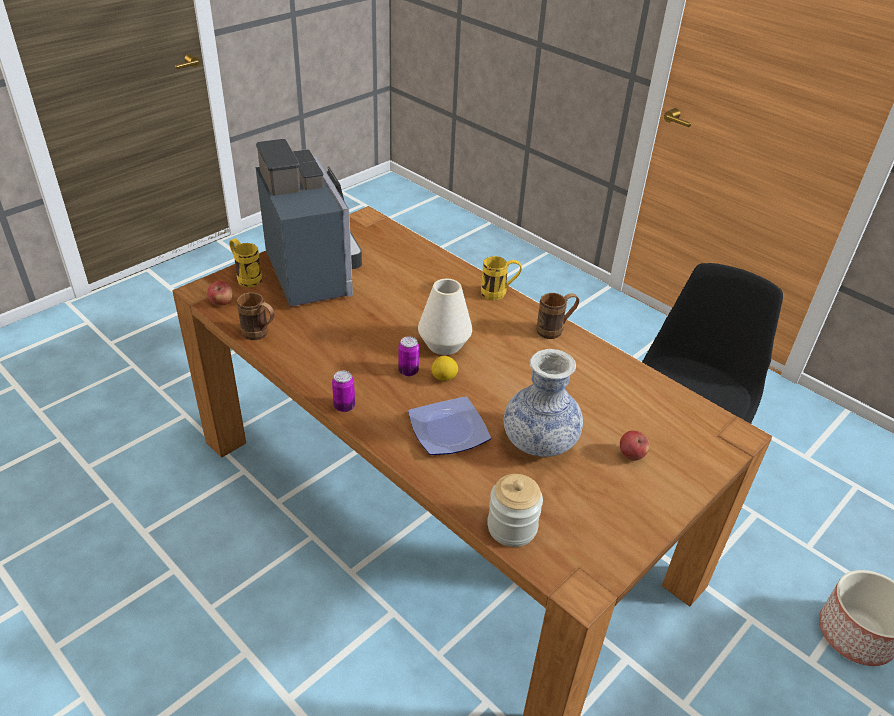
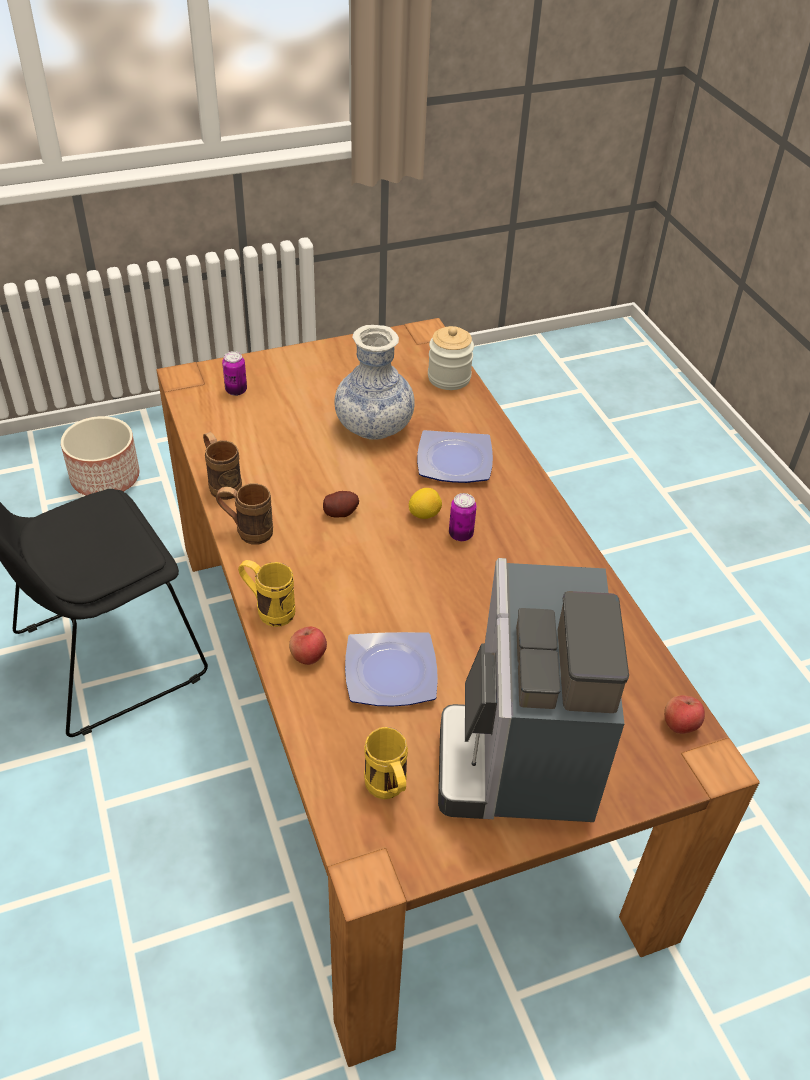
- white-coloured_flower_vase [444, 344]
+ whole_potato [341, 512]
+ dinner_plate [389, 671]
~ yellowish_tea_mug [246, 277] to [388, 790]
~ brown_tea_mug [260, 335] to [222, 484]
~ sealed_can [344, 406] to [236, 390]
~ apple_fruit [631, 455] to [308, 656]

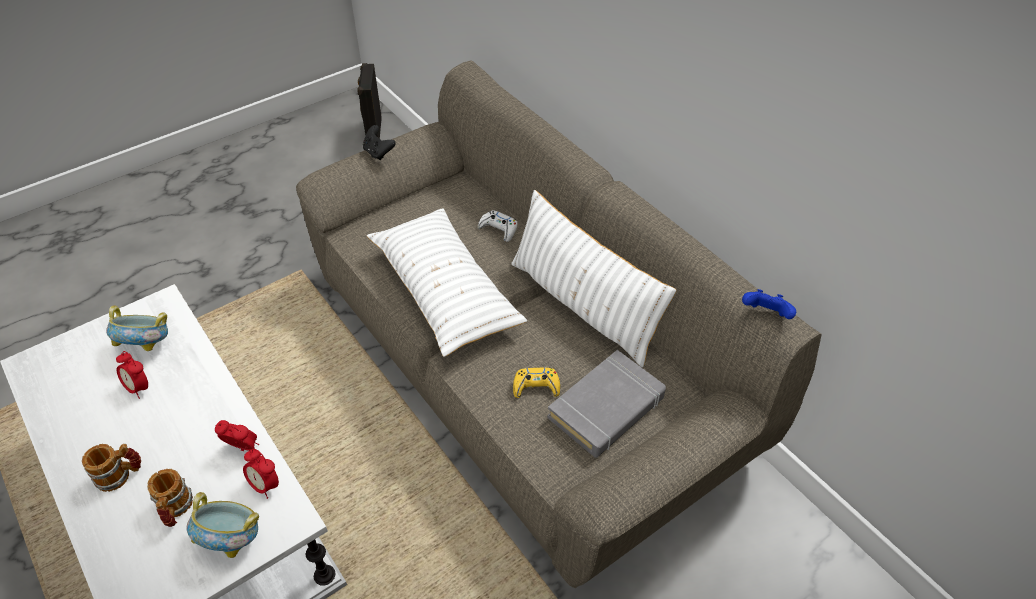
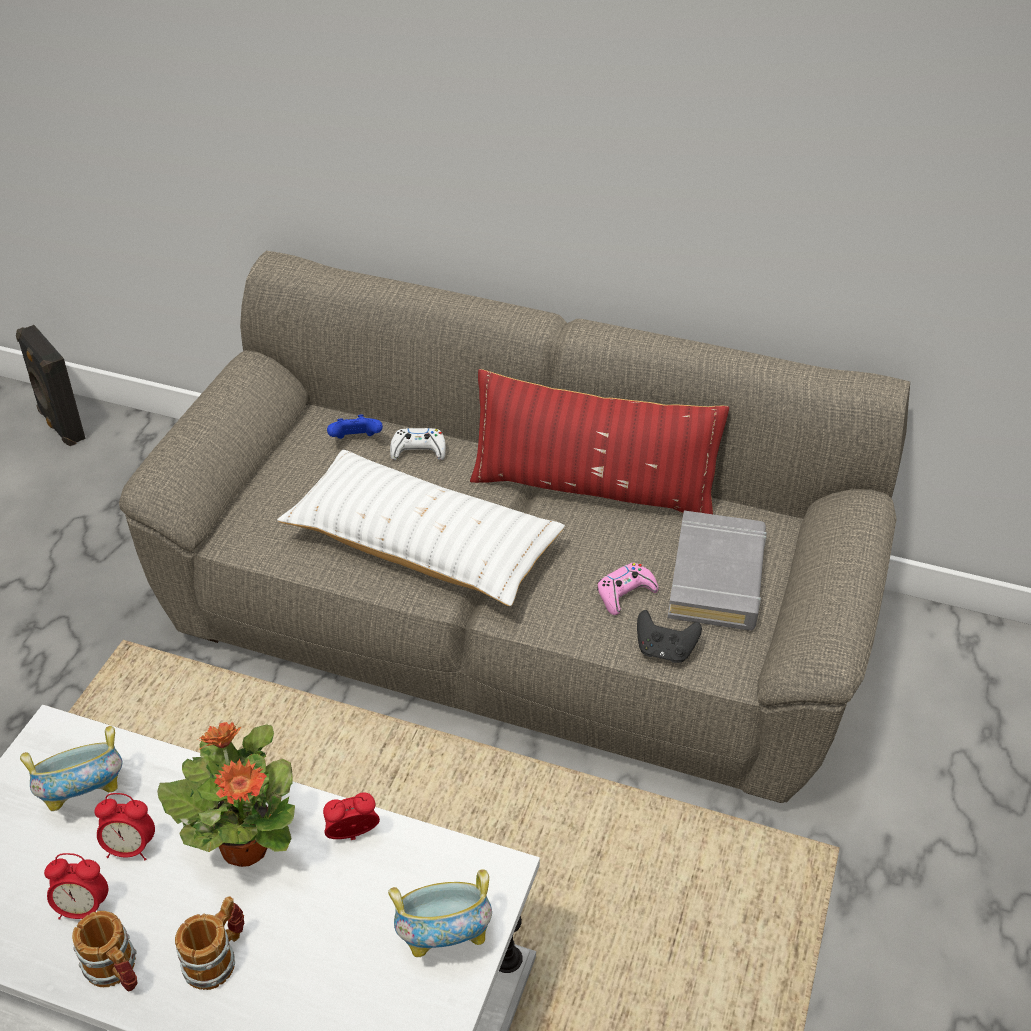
+ houseplant [245, 845]
~ tea_mug [175, 510] to [116, 972]
~ bedside_clock [265, 485] to [83, 909]
~ black_gamepad [378, 152] to [664, 651]
~ bluish_gamepad [765, 315] to [356, 441]
~ white-coloured_cushion [583, 305] to reddish_cushion [592, 489]
~ yellowish_gamepad [536, 386] to pink-coloured_gamepad [625, 593]

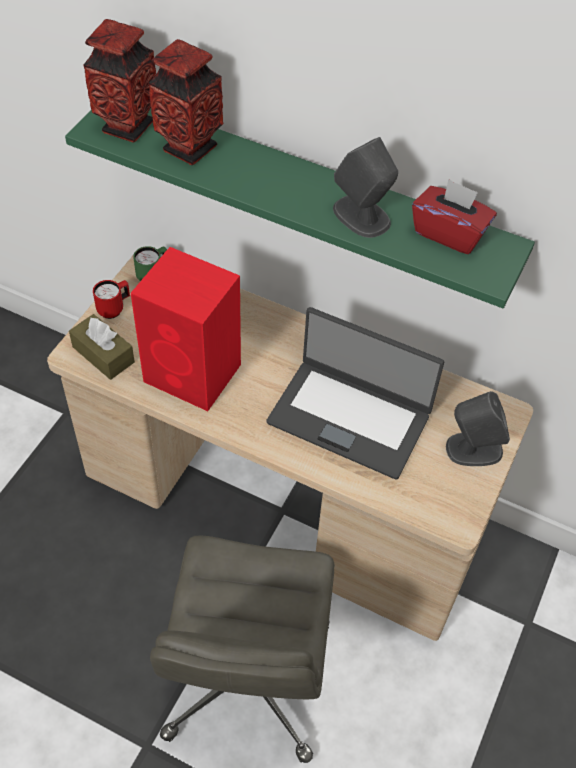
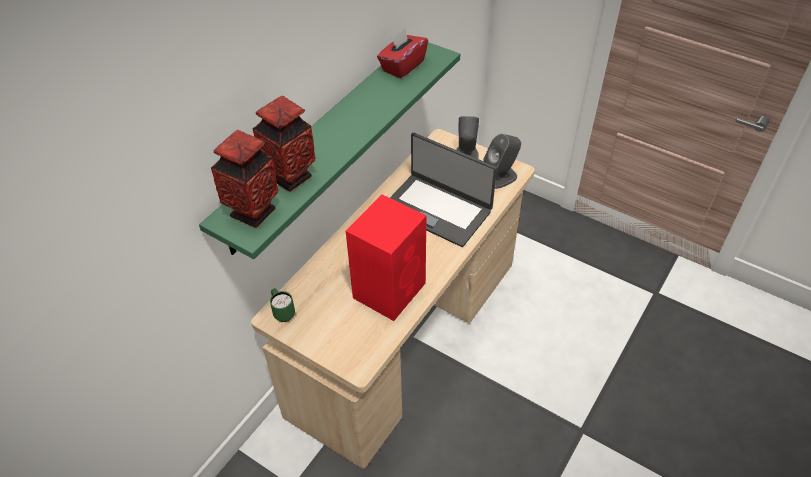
- brown_box_of_tissues [103, 354]
- reddish_tea_mug [114, 308]
- gray_office_chair [247, 681]
~ gray_audio_speaker [362, 216] to [500, 177]
~ notebook_computer [349, 417] = [437, 209] 90 degrees clockwise

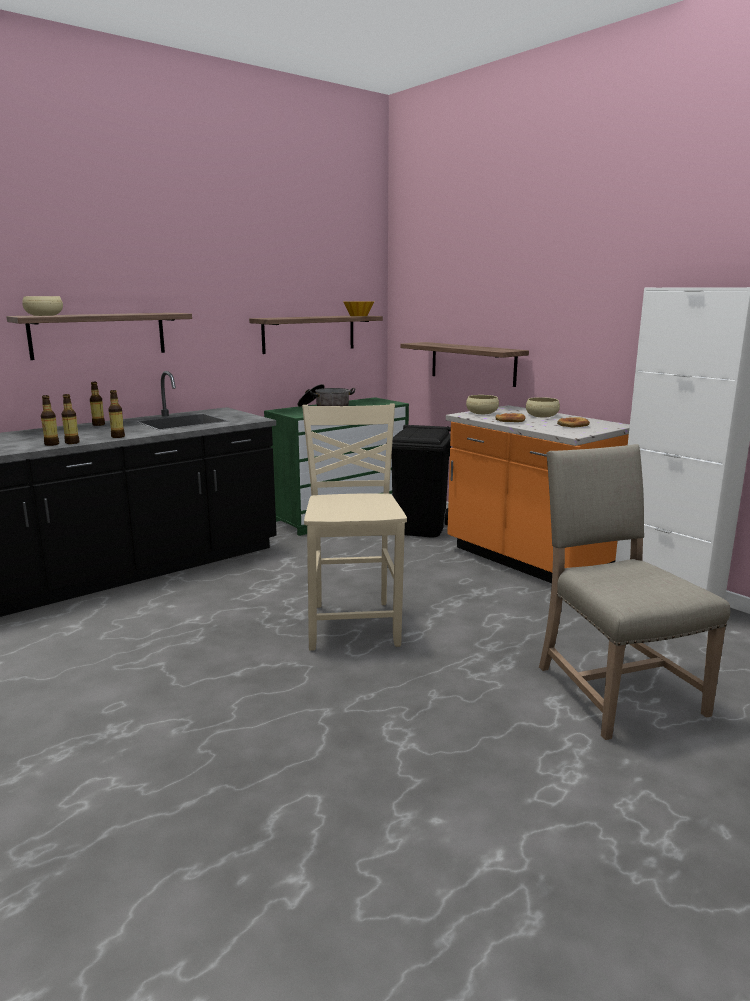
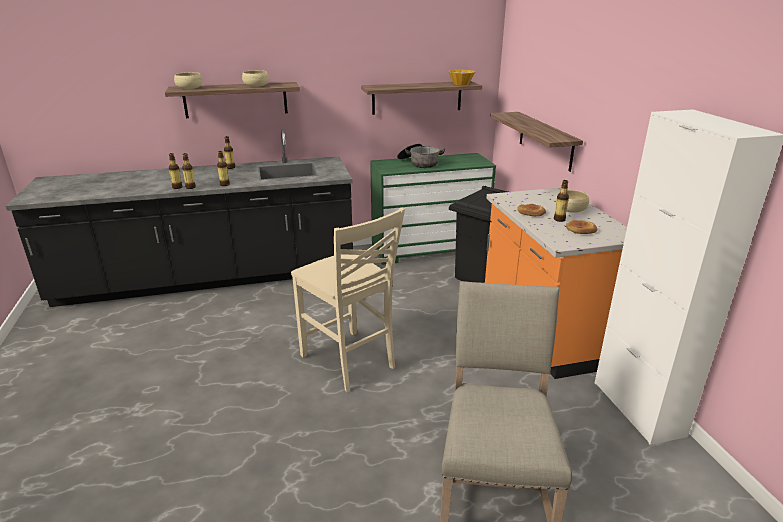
+ bottle [559, 219]
~ beige-coloured_bowl [482, 413] to [256, 85]
~ beige-coloured_upright_chair [354, 624] = [349, 362] 120 degrees clockwise

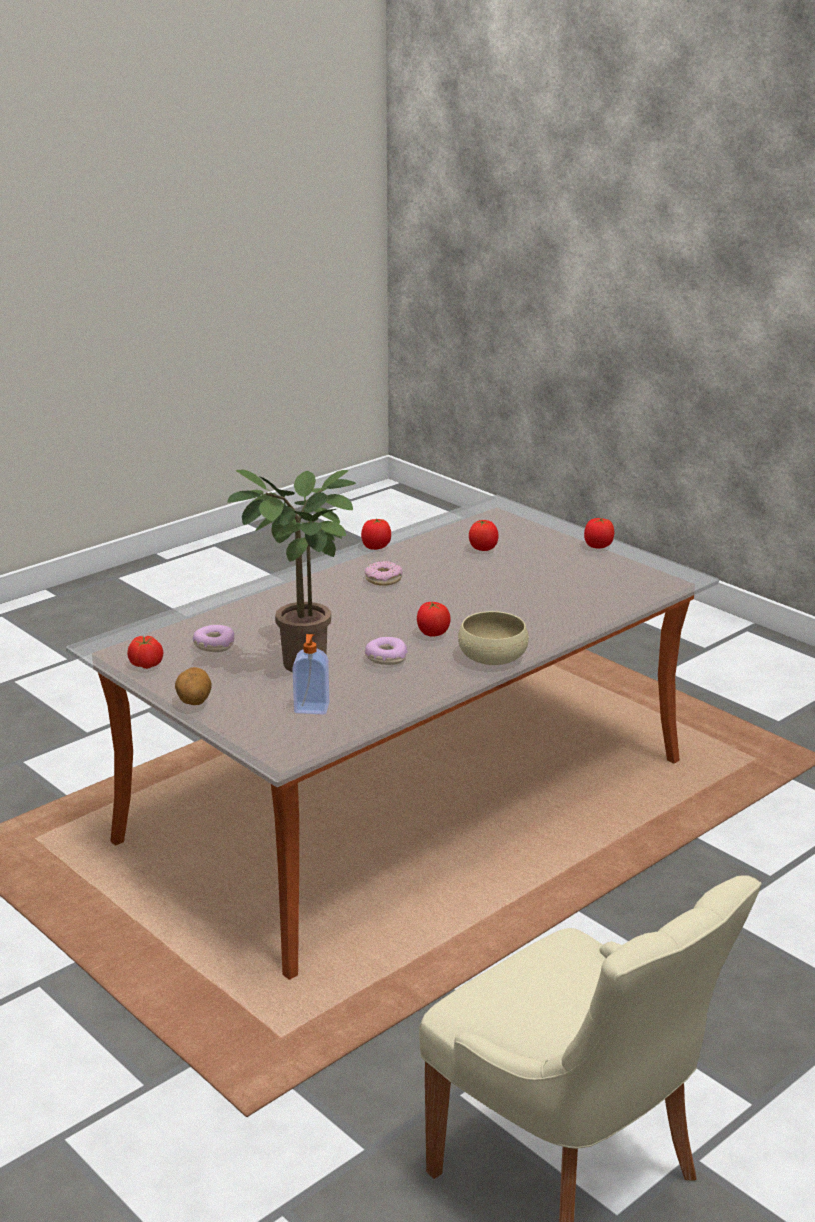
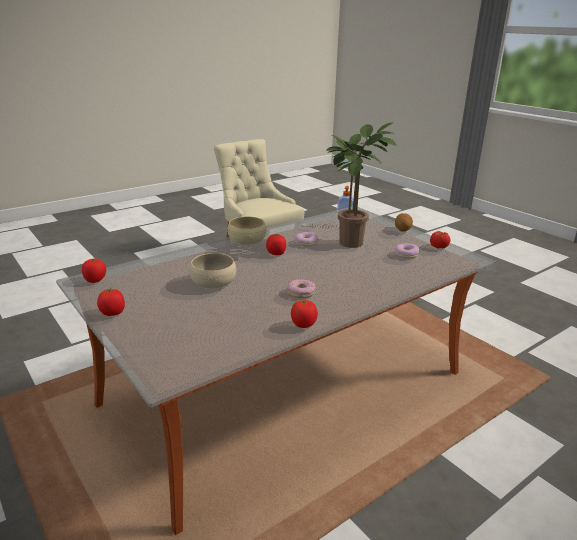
+ beige-coloured_bowl [213, 282]
~ fresh_tomato [483, 549] to [95, 280]

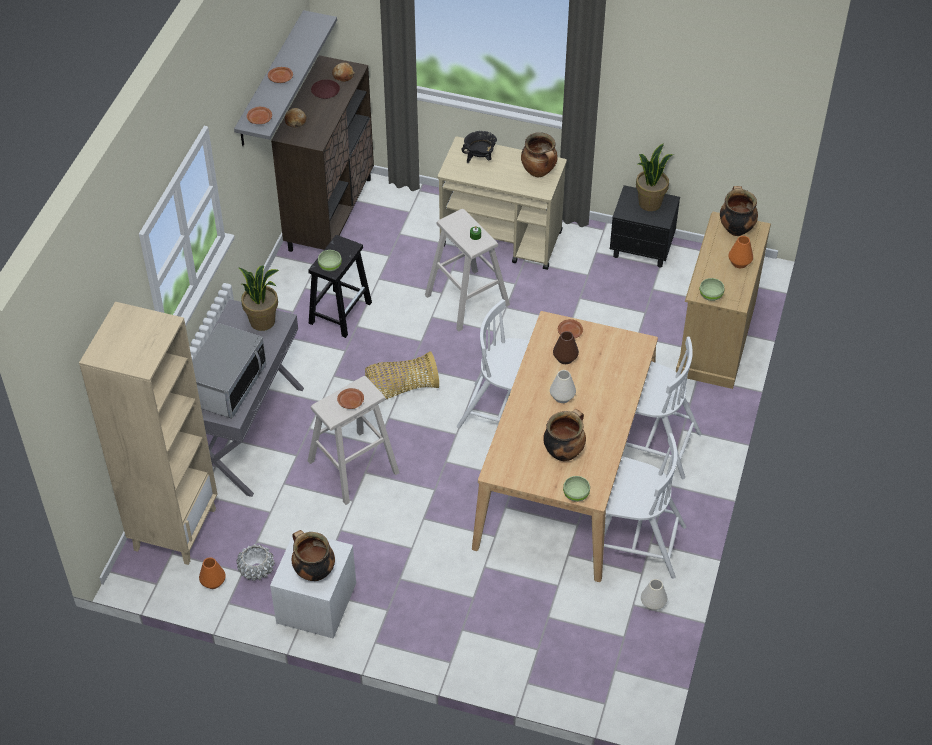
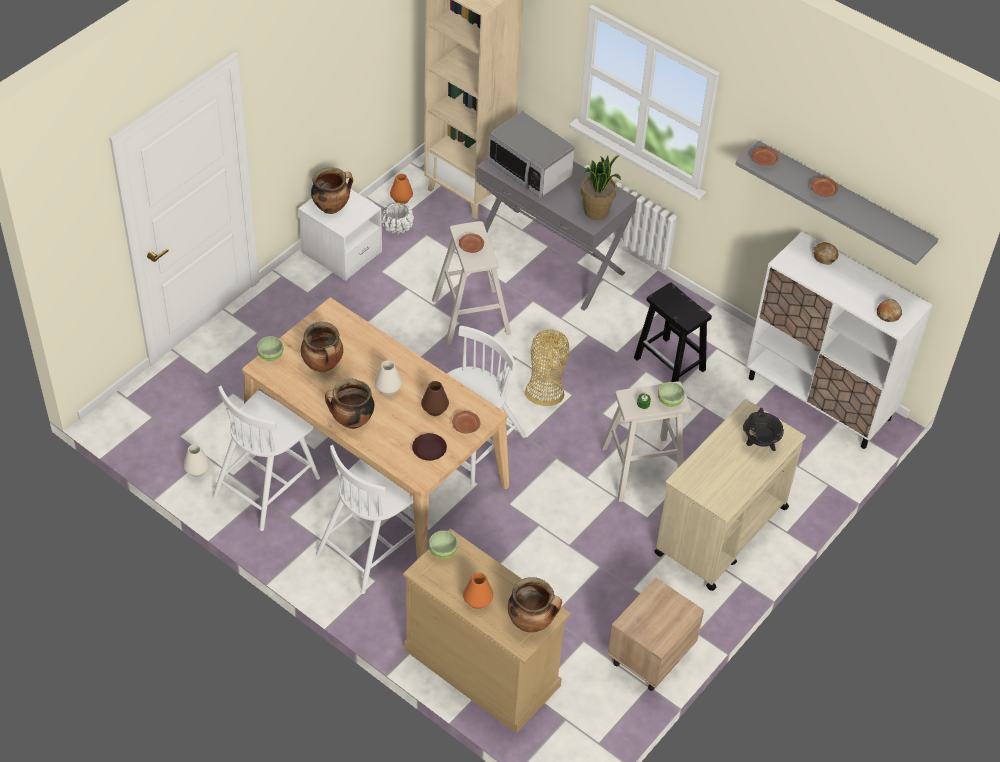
- houseplant [649, 203]
~ brown_dinner_plate [325, 91] to [429, 450]
~ green_bowl [330, 267] to [670, 401]
~ cooking_pot [539, 172] to [351, 421]
~ brown_storage_cabinet [330, 213] to white-coloured_storage_cabinet [819, 398]
~ black_bedside_table [642, 249] to beige-coloured_bedside_table [649, 657]

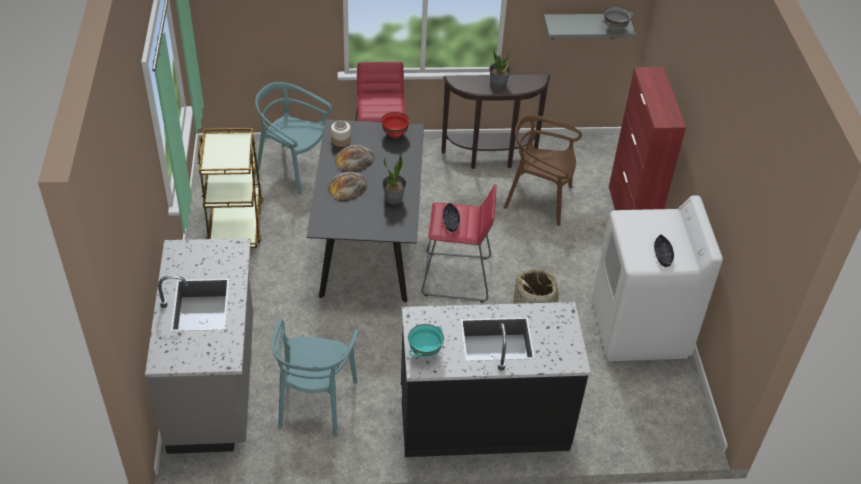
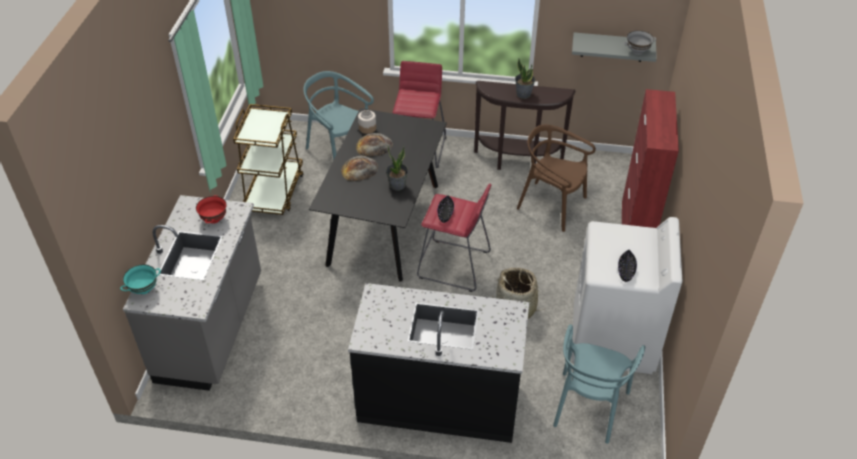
~ turquoise-coloured_upright_chair [315, 402] to [588, 407]
~ reddish_bowl [395, 134] to [214, 219]
~ turquoise-coloured_bowl [424, 351] to [144, 289]

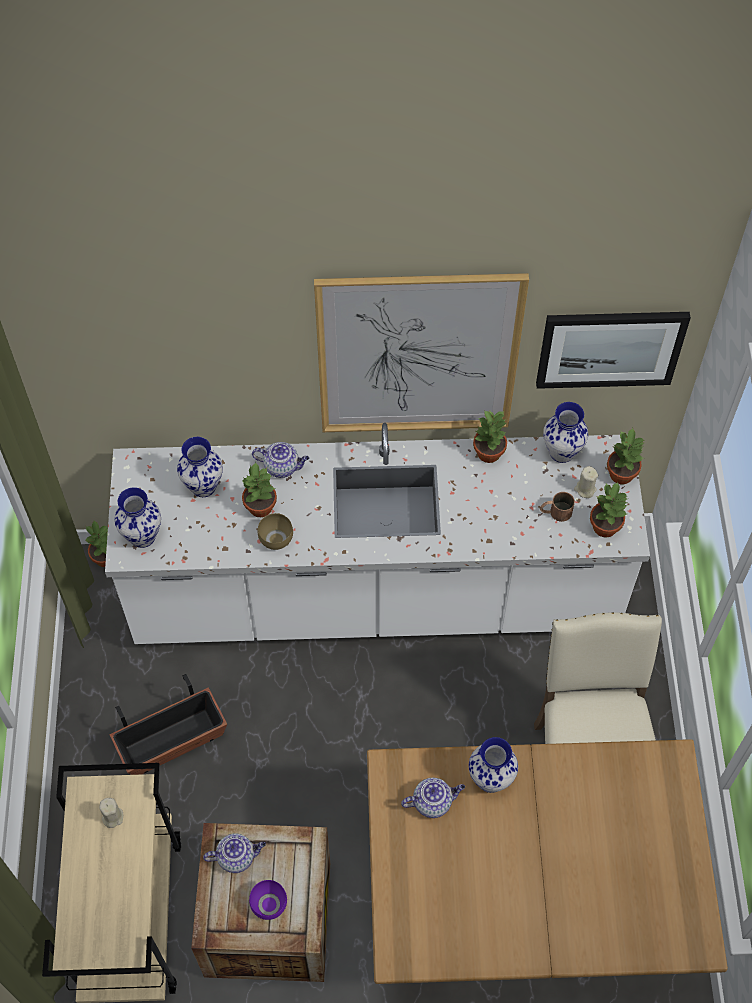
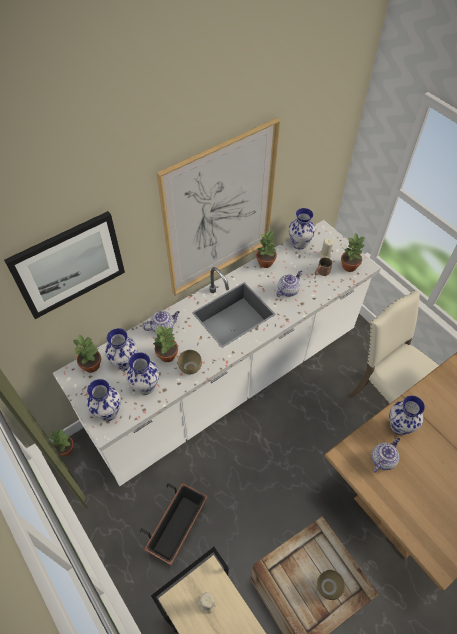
+ flower_vase [145, 387]
~ pot_for_tea [237, 857] to [288, 290]
~ wall_picture [610, 348] to [69, 265]
~ houseplant [622, 474] to [92, 365]
~ purple-coloured_bowl [270, 904] to brown_bowl [329, 585]

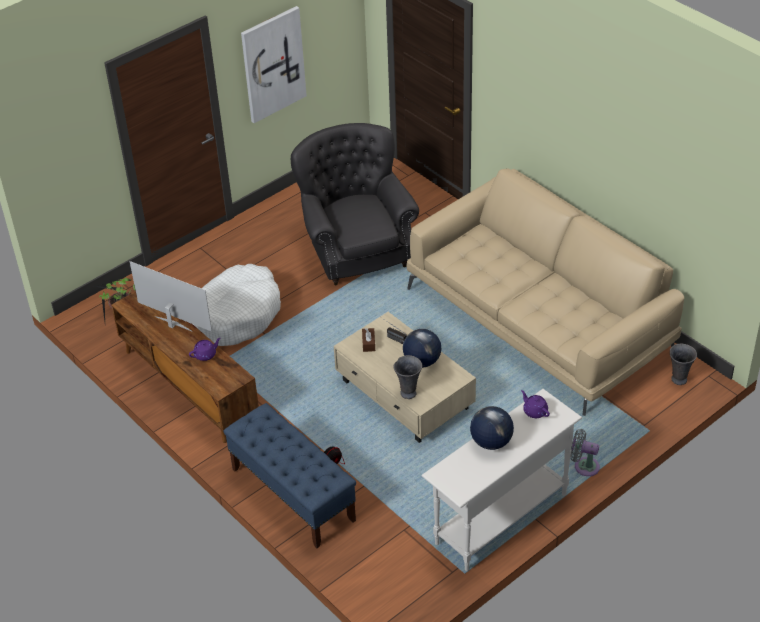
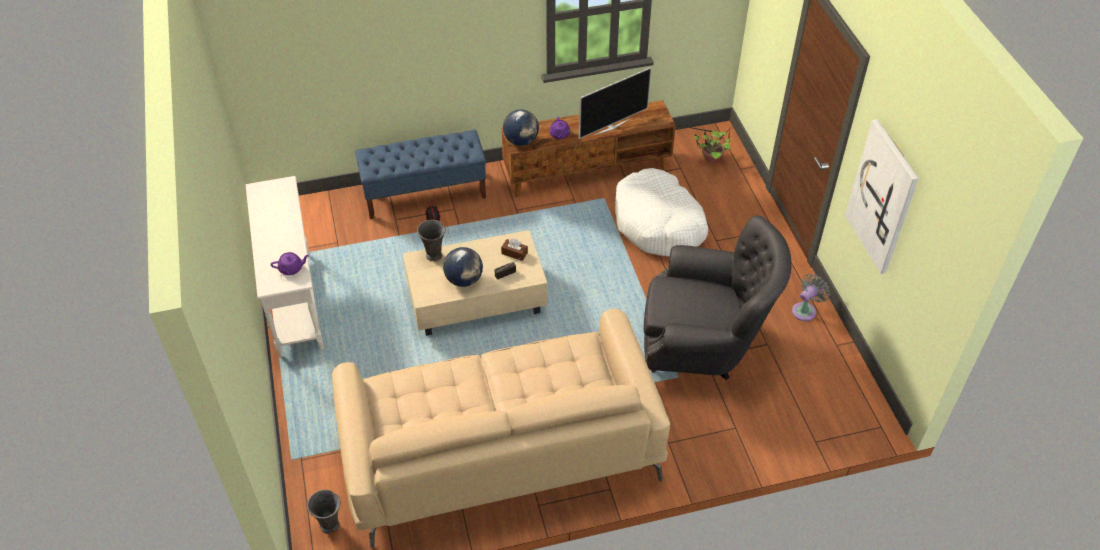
~ desk_globe [491, 442] to [521, 141]
~ gray_fan [584, 466] to [805, 310]

